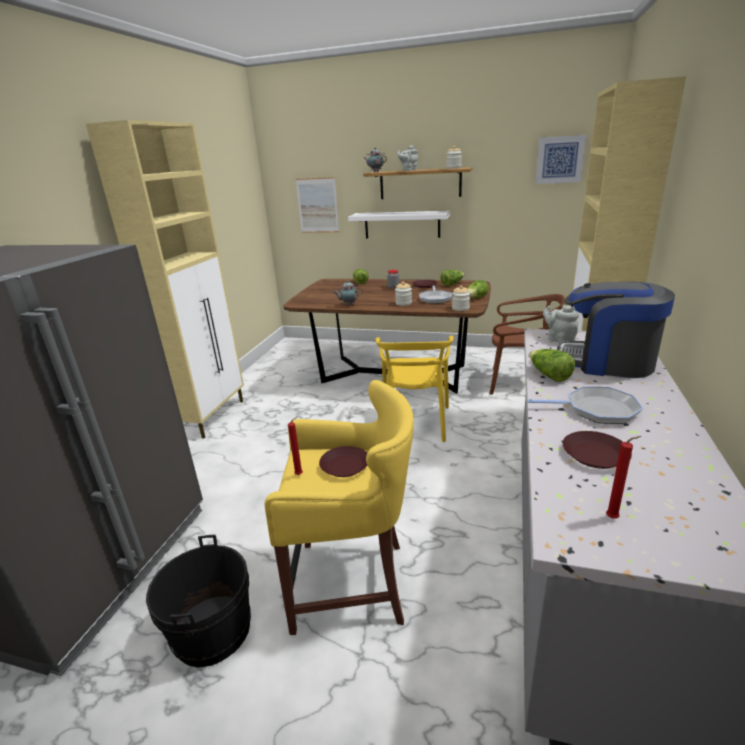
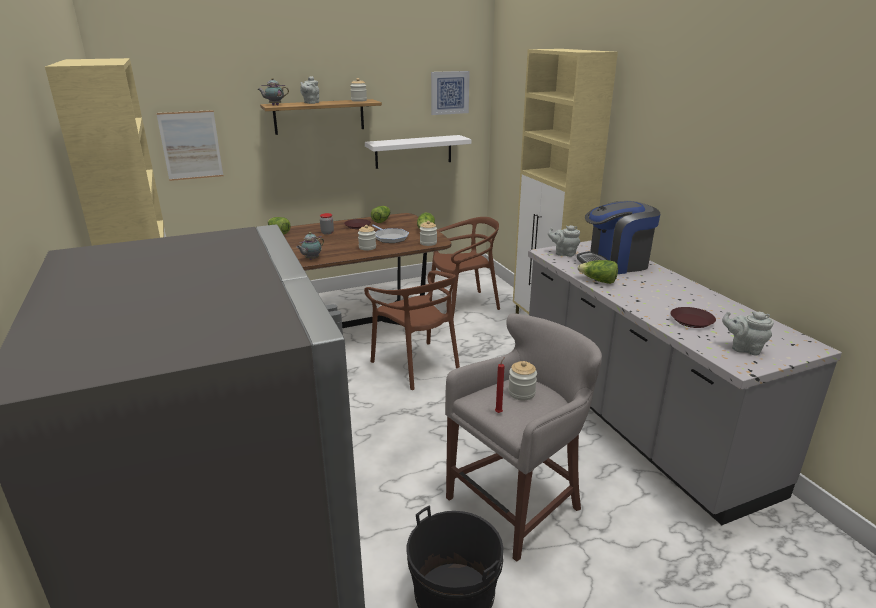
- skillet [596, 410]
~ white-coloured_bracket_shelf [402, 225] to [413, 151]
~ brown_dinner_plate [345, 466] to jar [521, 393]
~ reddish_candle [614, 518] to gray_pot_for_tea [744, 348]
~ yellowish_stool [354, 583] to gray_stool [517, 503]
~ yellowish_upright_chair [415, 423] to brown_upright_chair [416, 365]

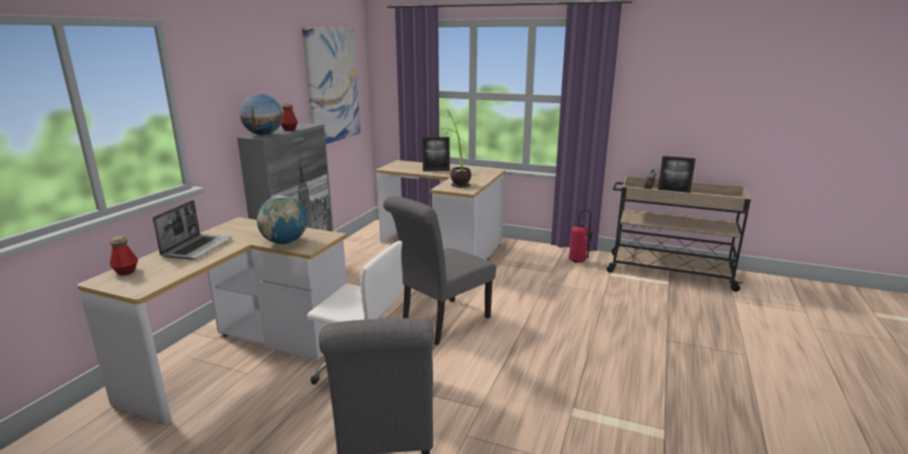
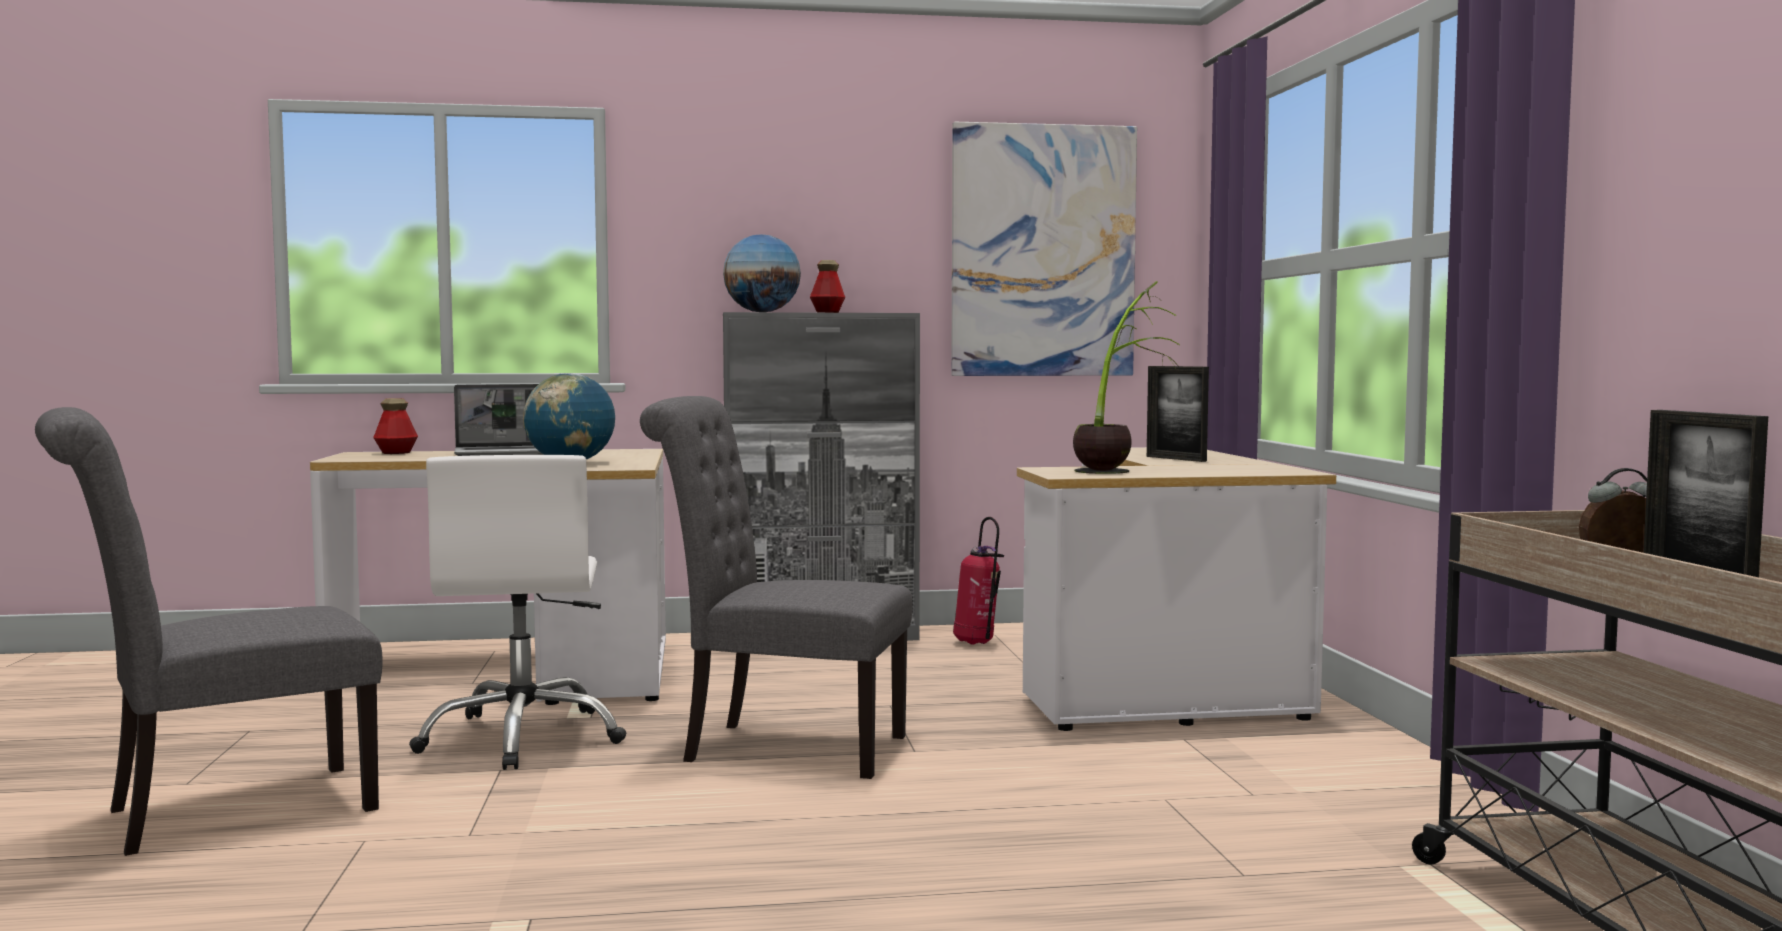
~ fire_extinguisher [578, 261] to [977, 643]

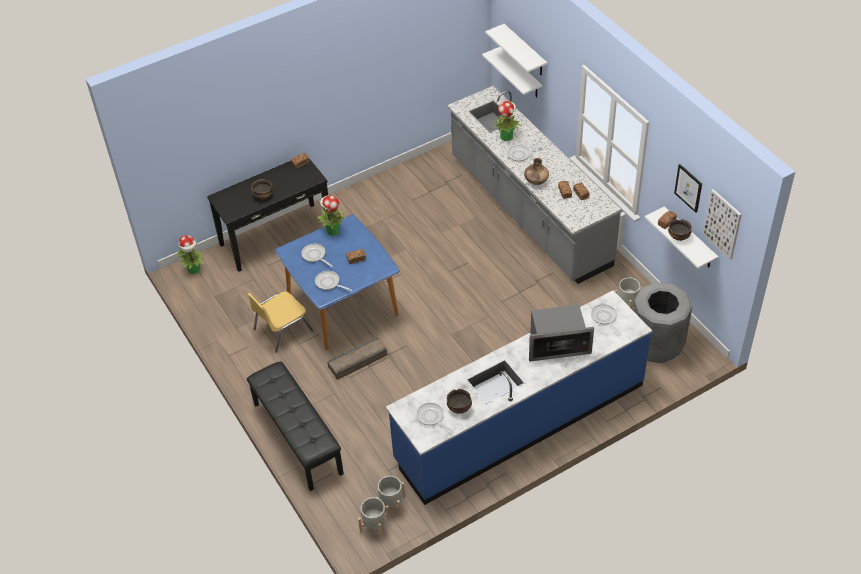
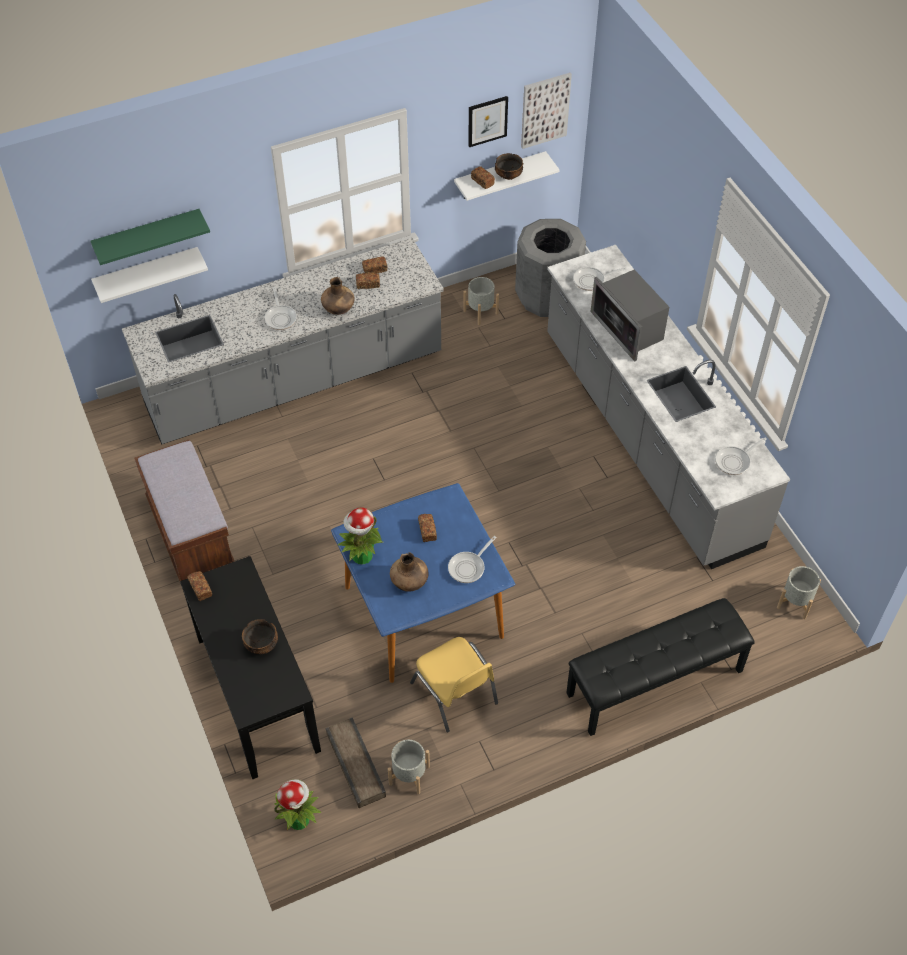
- bowl [459, 408]
- houseplant [506, 136]
+ brown_indoor_bench [190, 533]
~ shipping_crate [357, 360] to [354, 765]
~ gray_plant_pot [391, 503] to [409, 775]
~ skillet [315, 256] to brown_flower_vase [409, 582]
~ bluish_counter [520, 422] to gray_counter [648, 438]
~ white-coloured_bracket_shelf [525, 51] to green_bracket_shelf [148, 236]
~ kitchen_microwave [557, 345] = [628, 328] 150 degrees clockwise

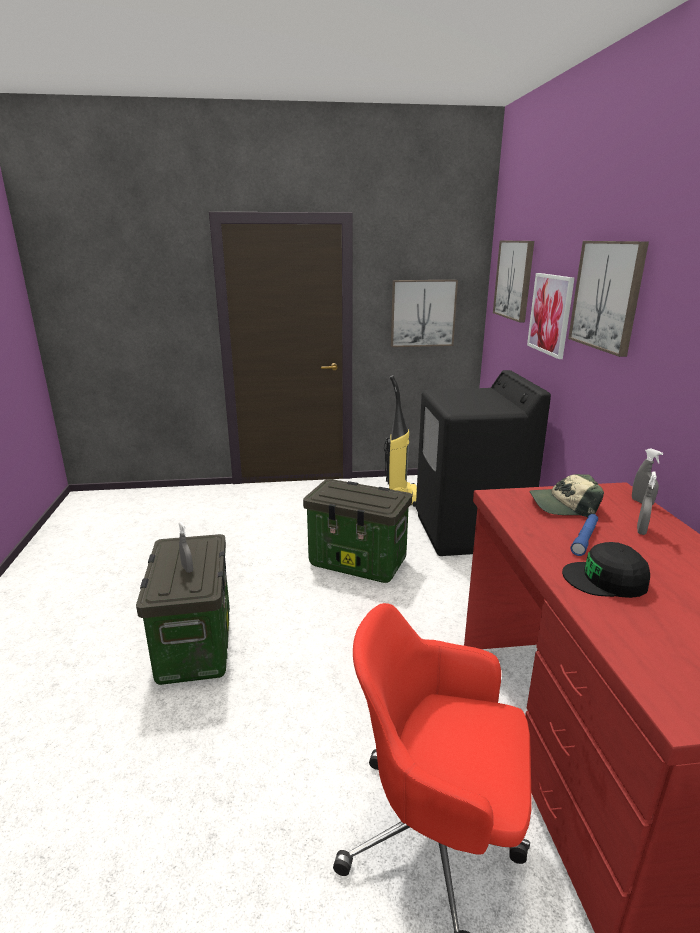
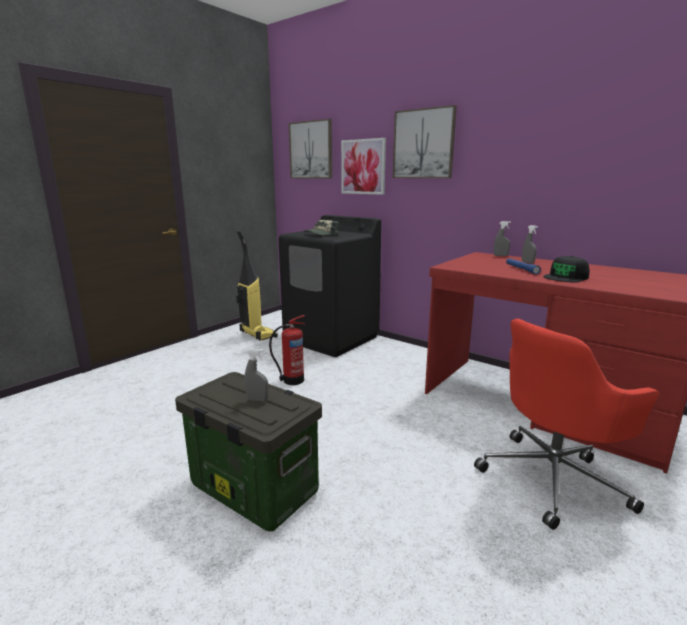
- wall_picture [423, 313]
~ cap [563, 505] to [321, 234]
~ storage_box [359, 562] to fire_extinguisher [292, 380]

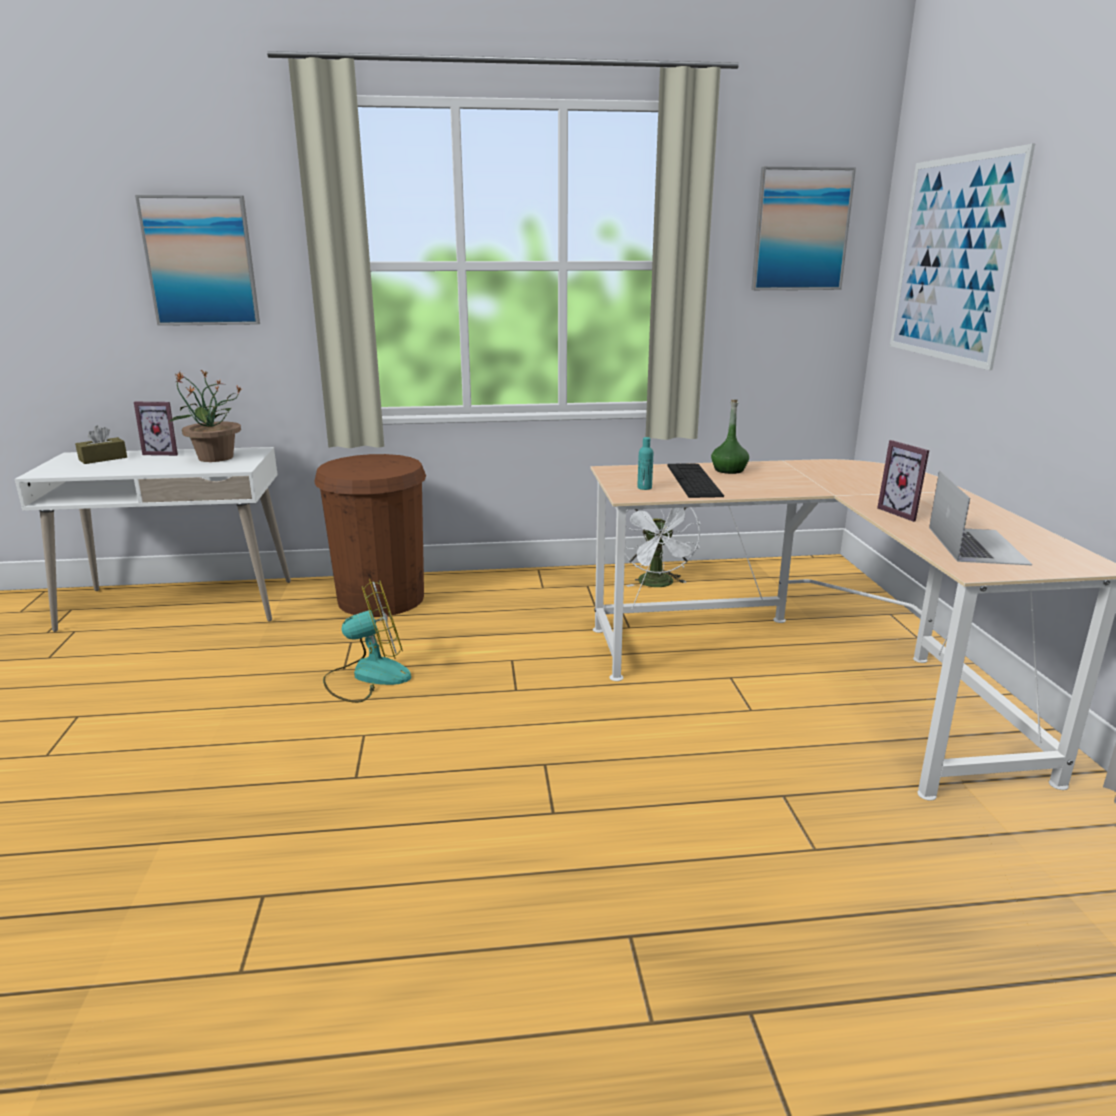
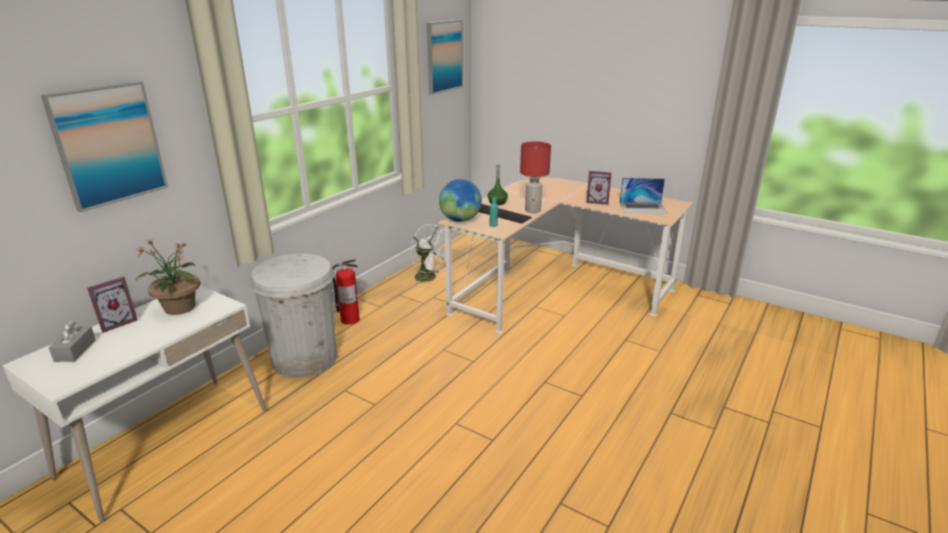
- fan [367, 676]
- wall_picture [952, 260]
+ fire_extinguisher [349, 319]
+ desk_globe [460, 220]
+ reddish_table_lamp [533, 210]
~ brown_box_of_tissues [103, 459] to gray_box_of_tissues [75, 350]
~ brown_trash_can [381, 598] to white-coloured_trash_can [305, 359]
~ notebook_computer [976, 545] = [643, 208] 135 degrees clockwise

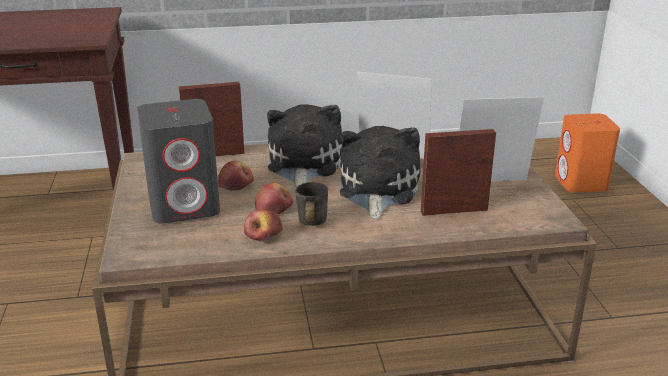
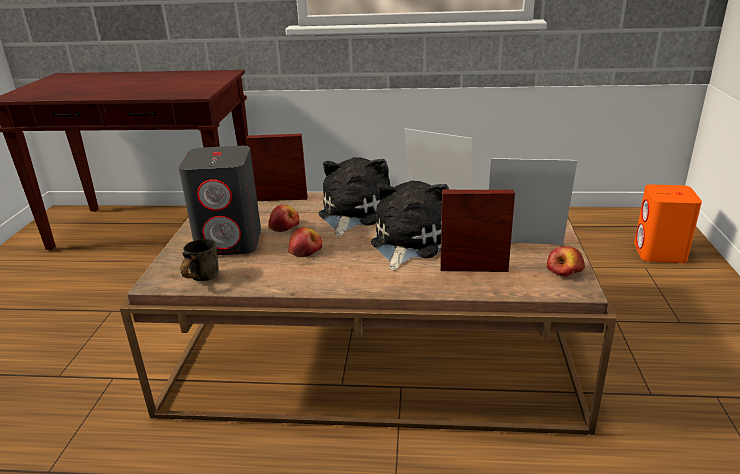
~ apple_fruit [264, 235] to [565, 271]
~ gray_tea_mug [308, 224] to [199, 279]

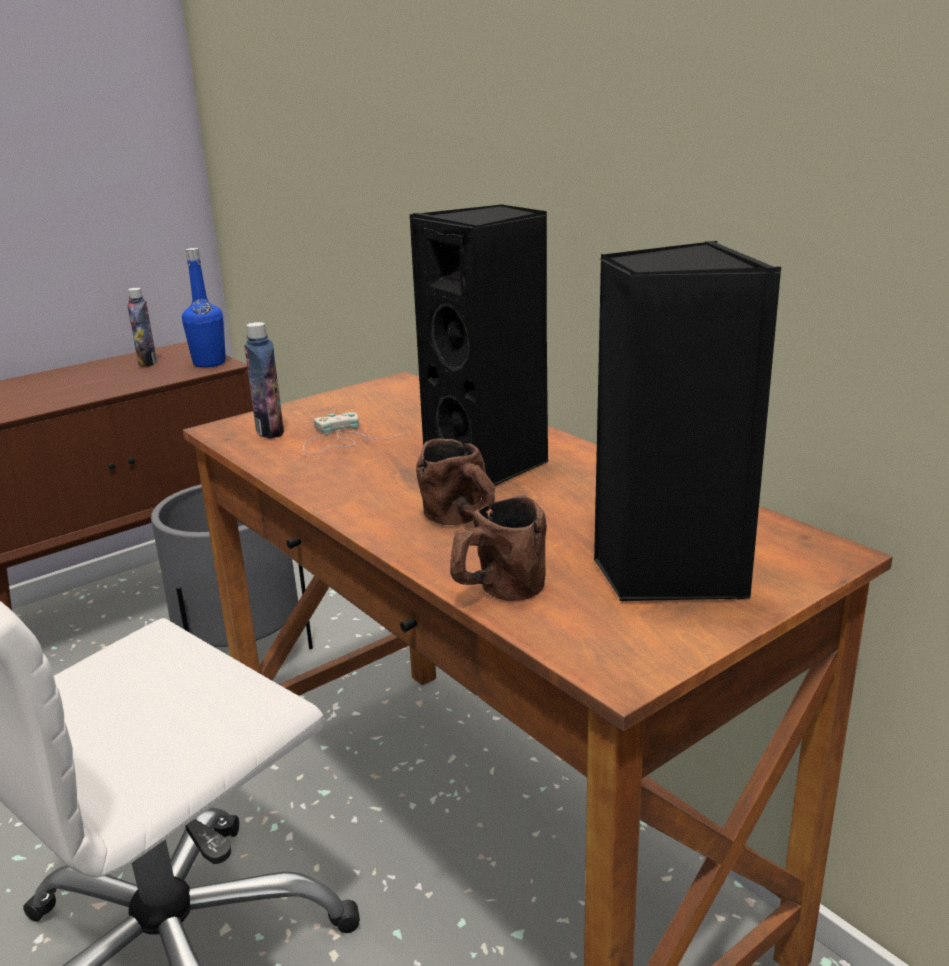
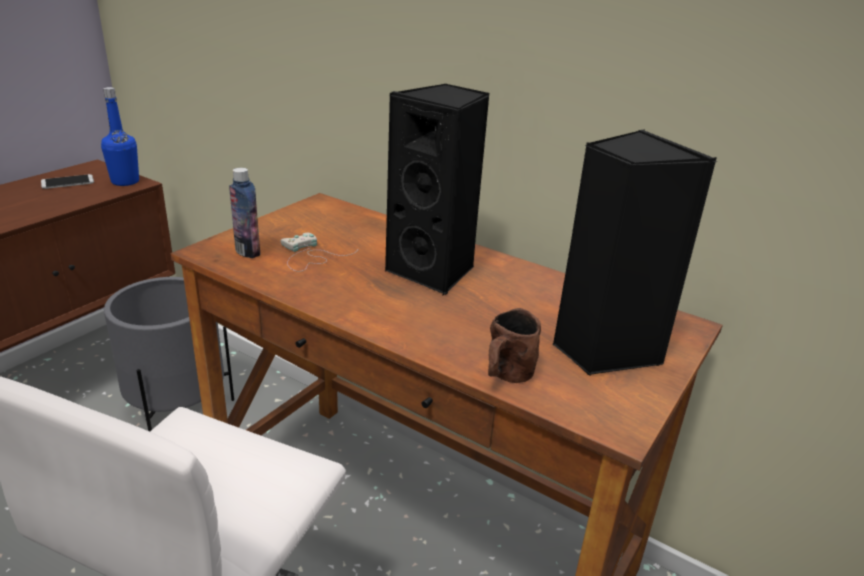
- brown_tea_mug [463, 520]
~ bottle [147, 363] to telephone [67, 182]

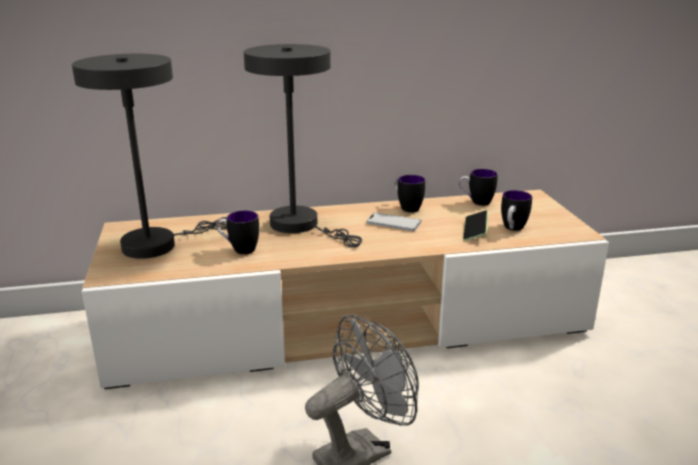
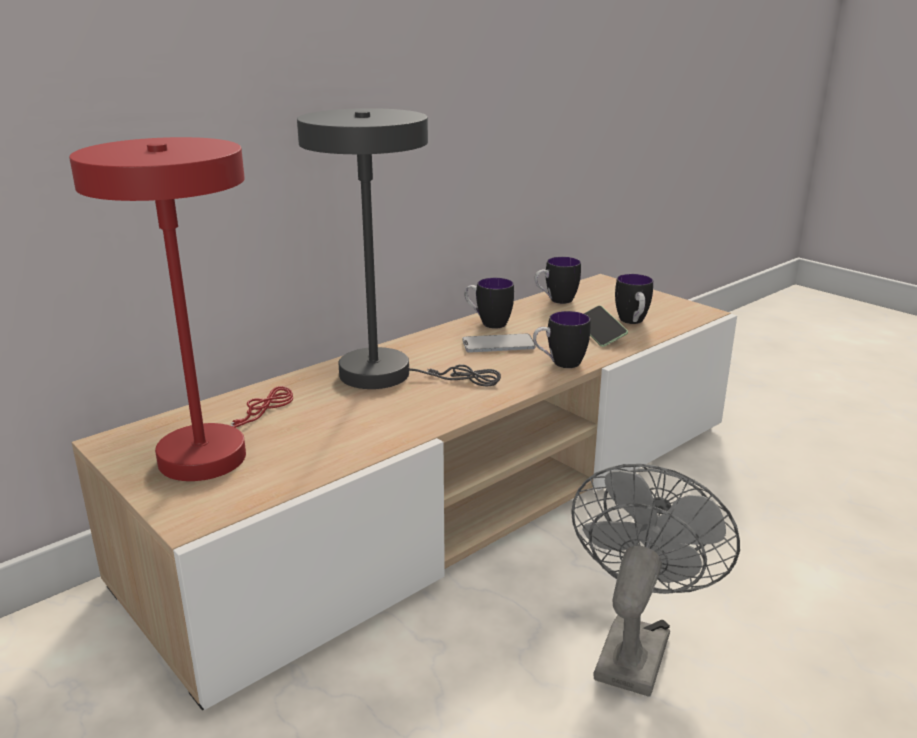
~ tea_mug [239, 249] to [559, 364]
~ gray_table_lamp [157, 244] to reddish_table_lamp [211, 450]

